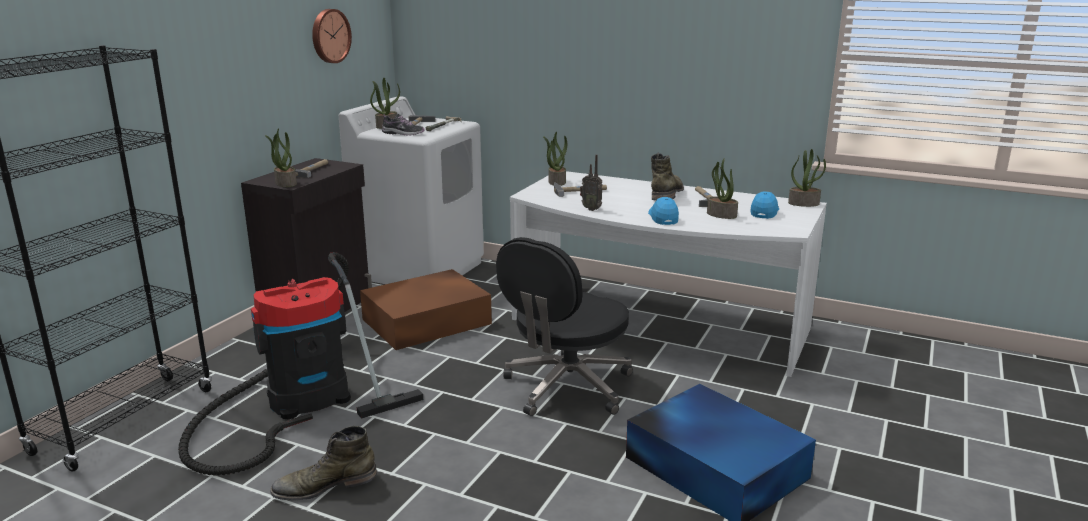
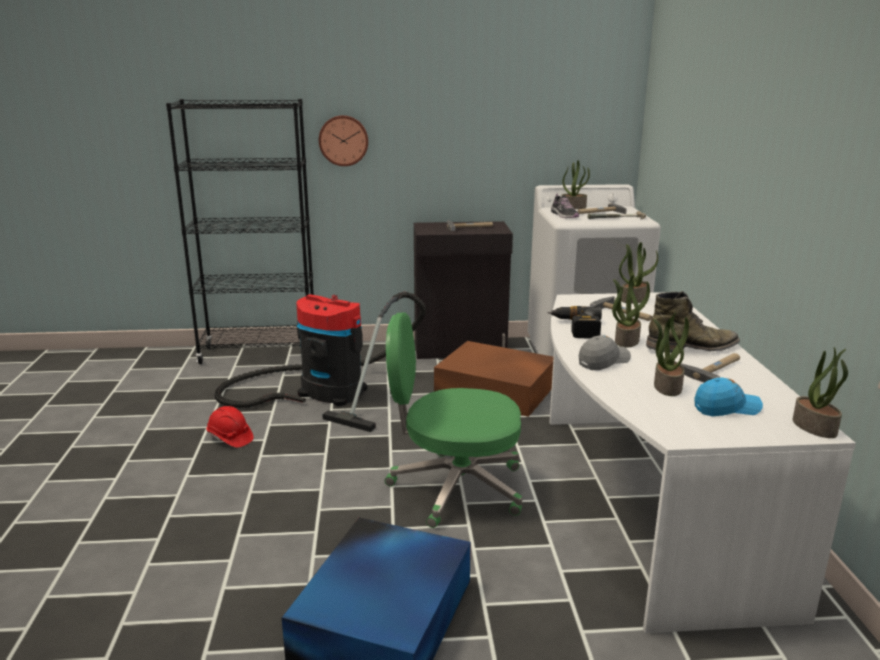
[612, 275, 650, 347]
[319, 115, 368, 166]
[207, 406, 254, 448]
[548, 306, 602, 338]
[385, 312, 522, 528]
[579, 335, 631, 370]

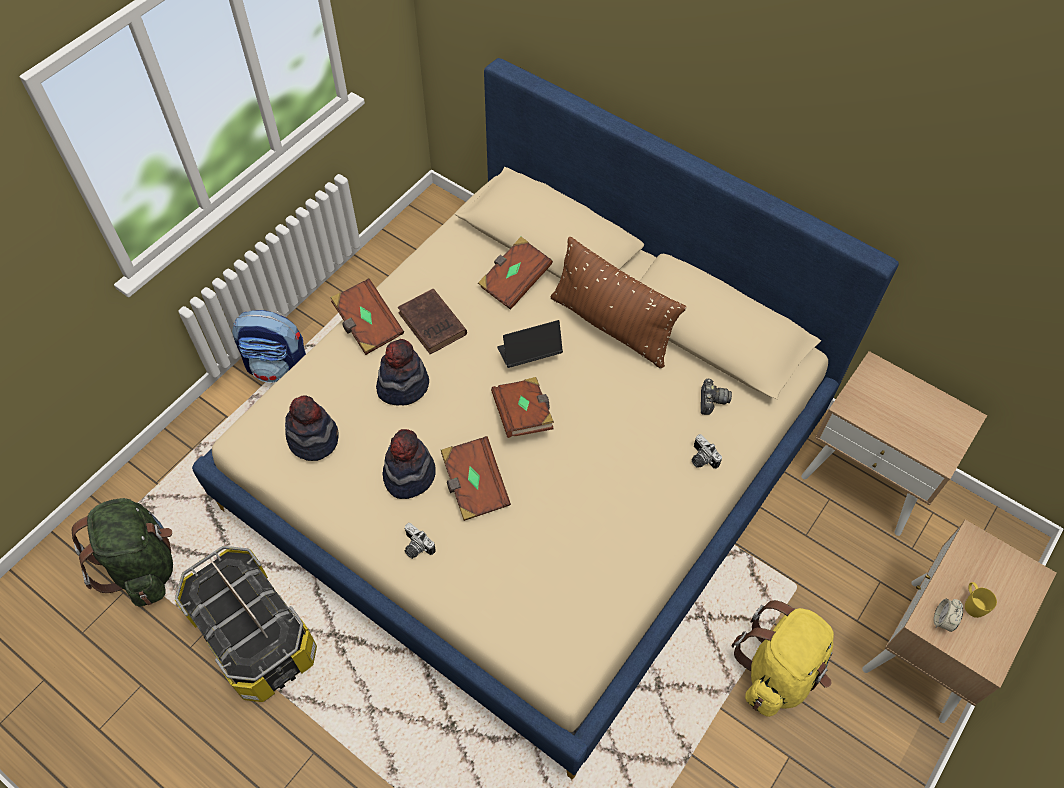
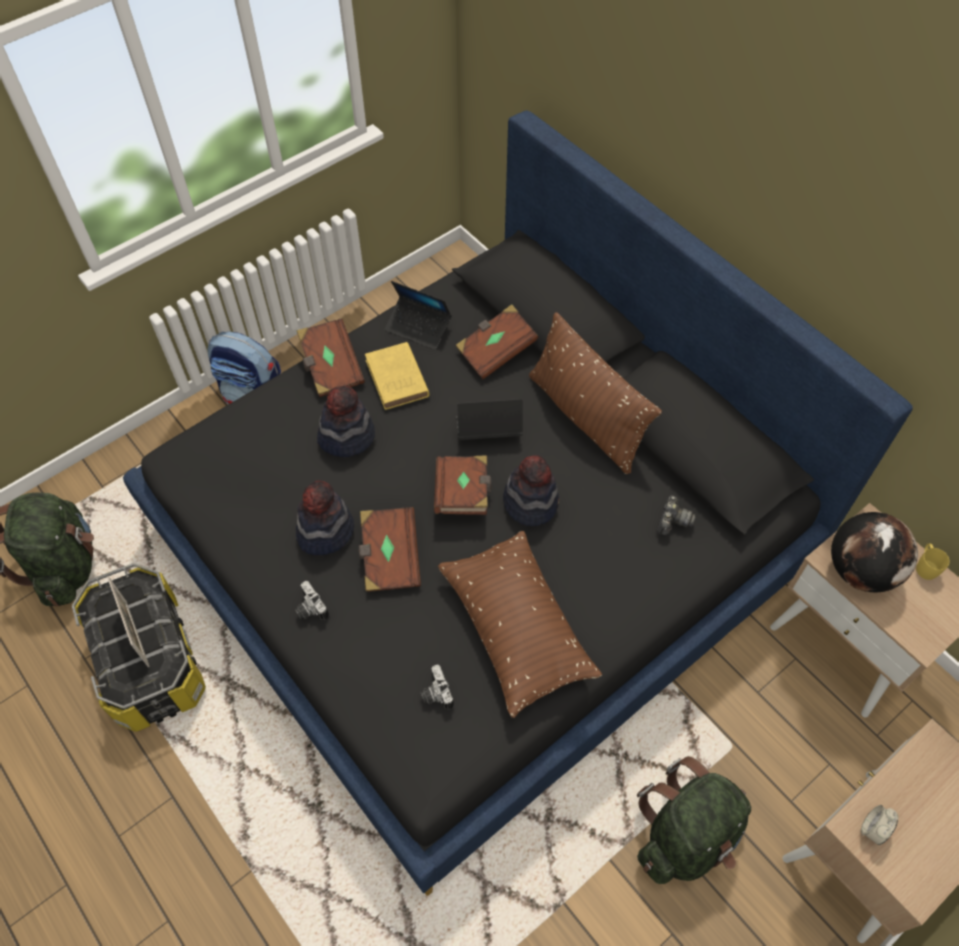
[384, 281, 452, 350]
[438, 531, 602, 718]
[831, 512, 918, 593]
[503, 455, 559, 527]
[420, 664, 454, 710]
[916, 544, 950, 580]
[123, 110, 913, 896]
[365, 342, 430, 410]
[637, 756, 751, 884]

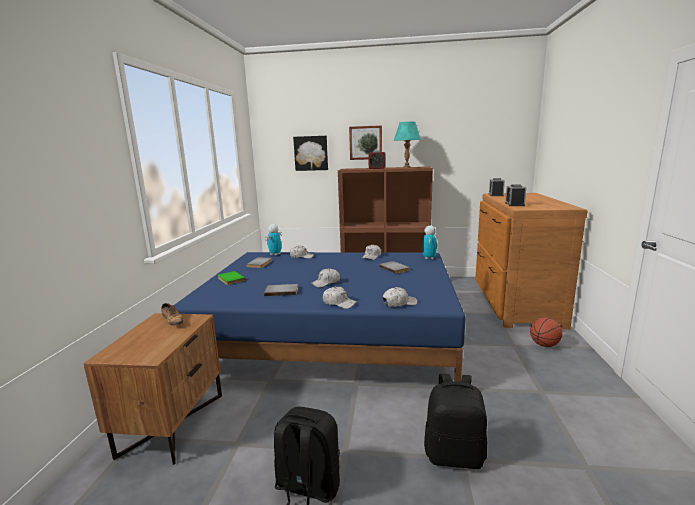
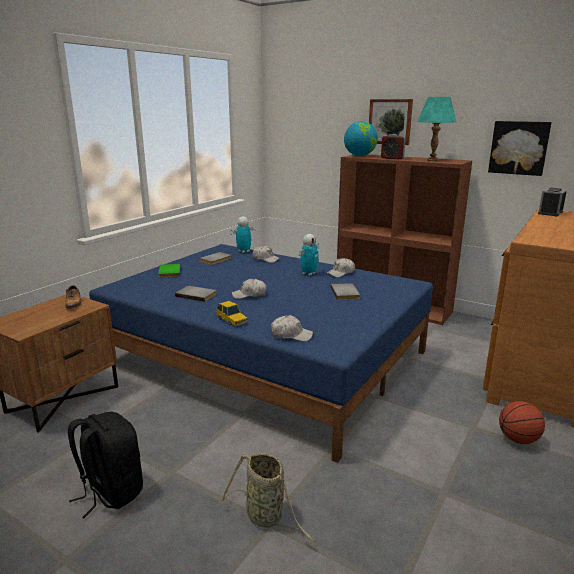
[505, 184, 526, 206] (first image)
[344, 121, 378, 156]
[488, 121, 552, 176]
[299, 234, 319, 276]
[216, 301, 248, 326]
[221, 453, 315, 541]

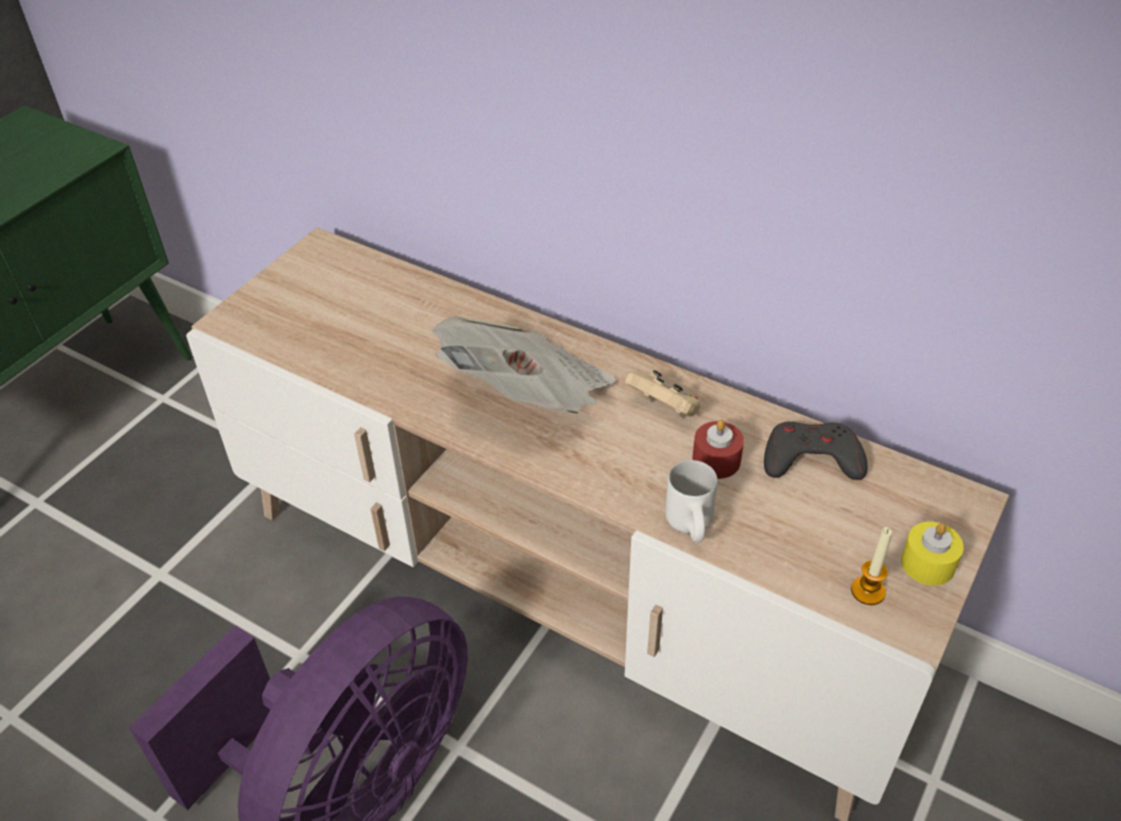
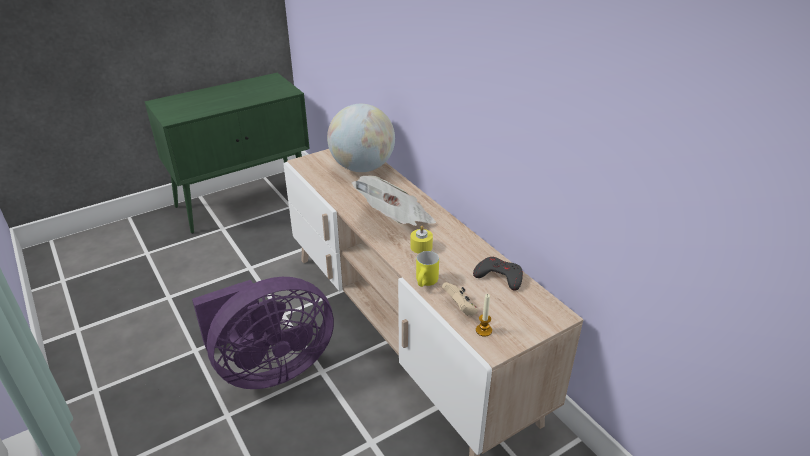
[692, 420, 744, 479] (first image)
[327, 104, 395, 172]
[442, 282, 478, 316]
[410, 225, 433, 254]
[416, 251, 439, 287]

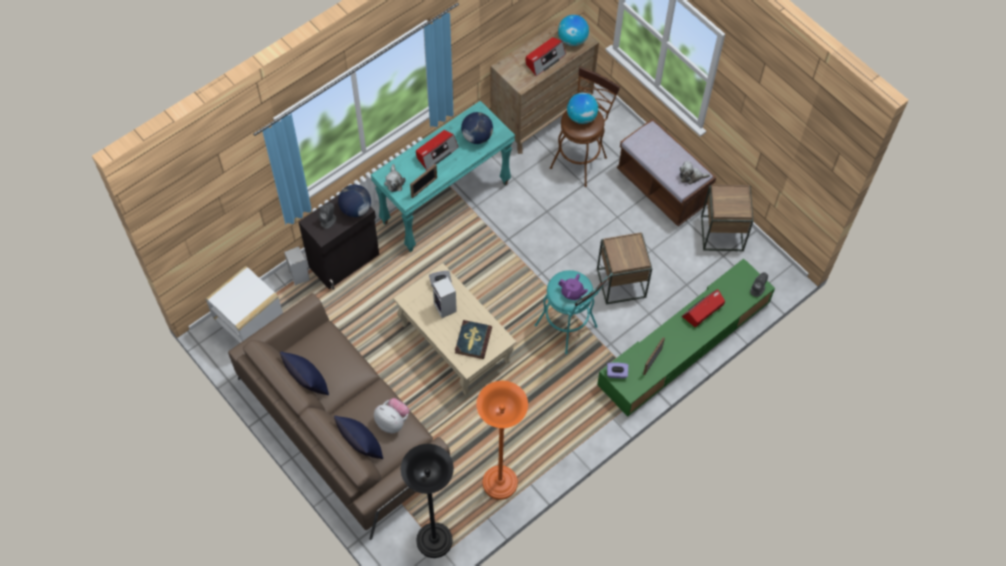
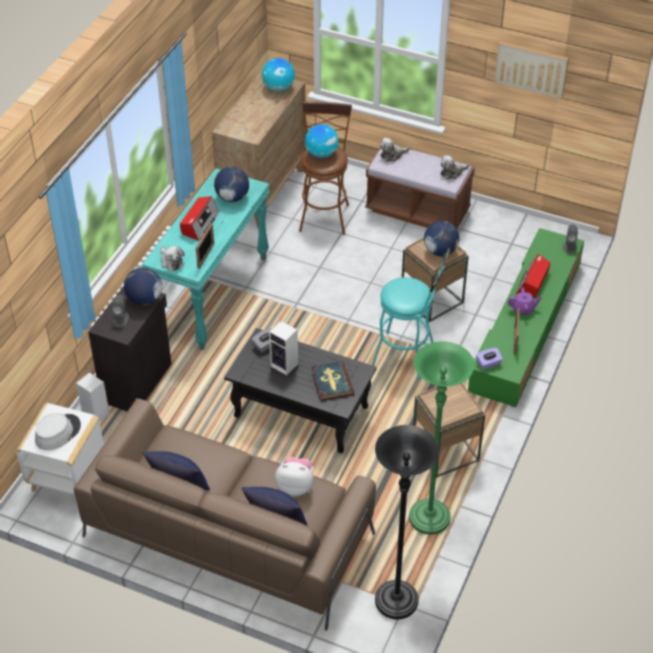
[526, 37, 566, 76] (first image)
[35, 413, 81, 450]
[380, 138, 410, 162]
[424, 221, 460, 256]
[494, 41, 569, 99]
[507, 287, 541, 315]
[413, 383, 485, 478]
[224, 328, 377, 454]
[409, 341, 474, 535]

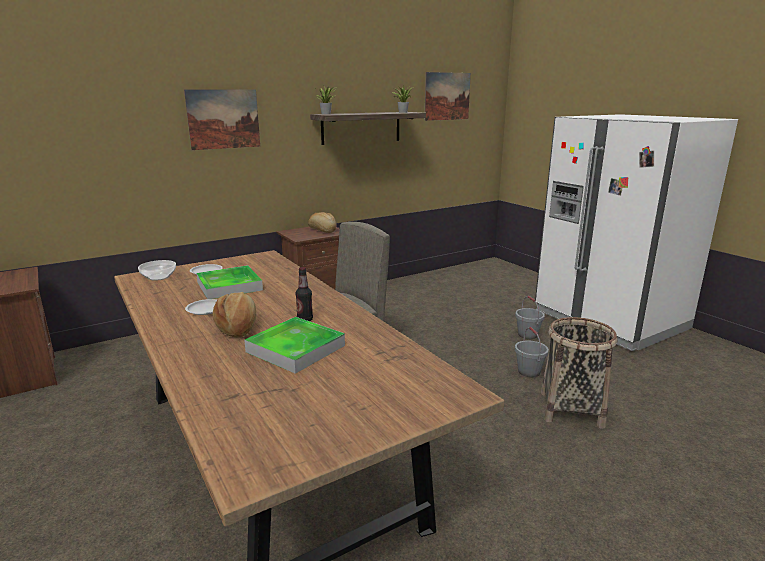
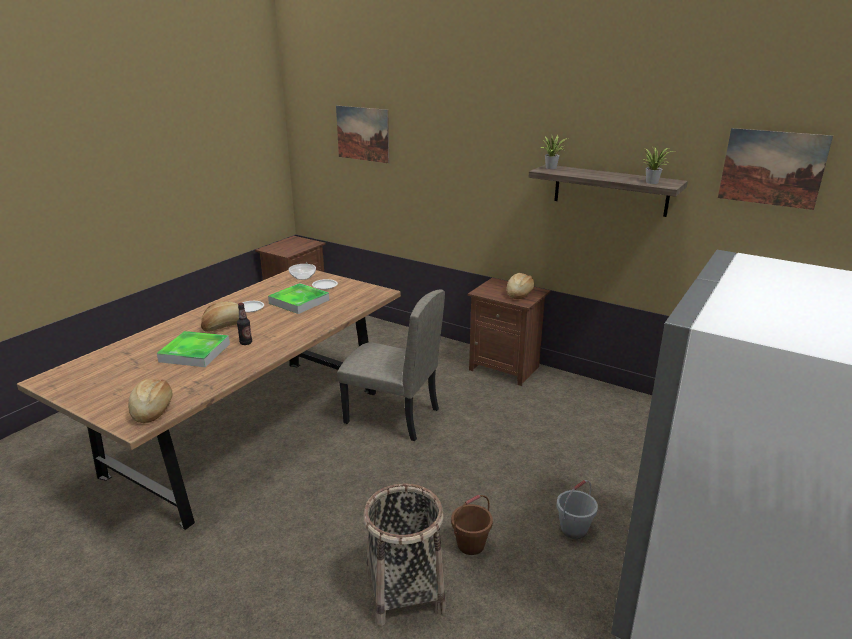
[128, 379, 172, 423]
[336, 105, 389, 163]
[451, 495, 493, 555]

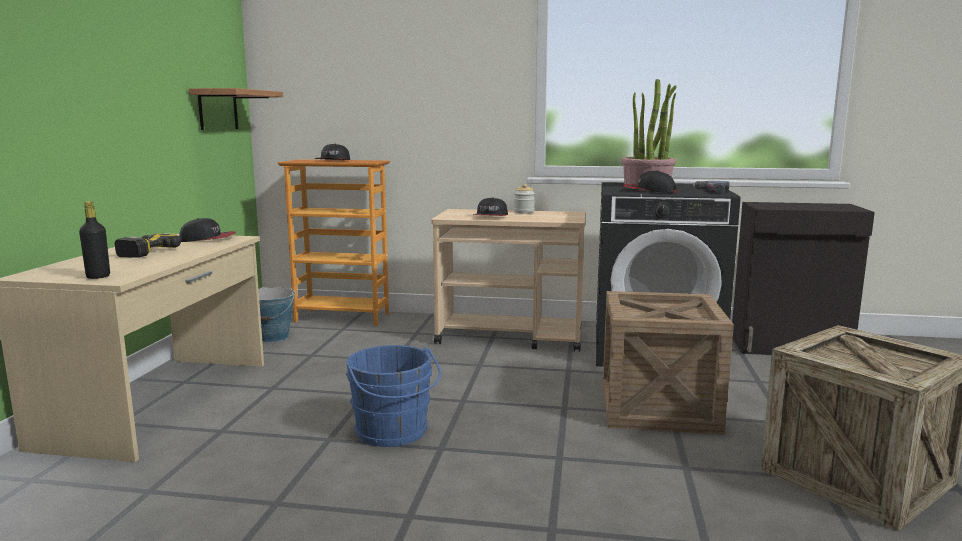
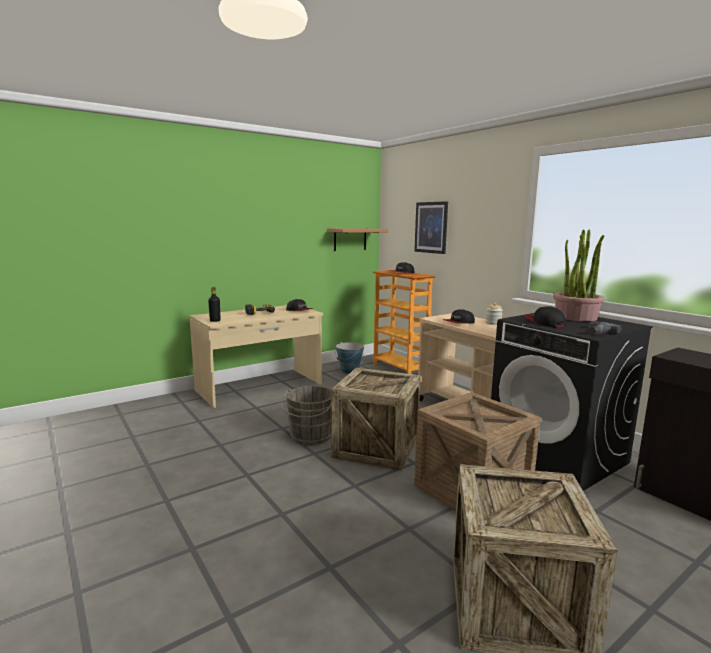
[331, 368, 421, 471]
[414, 201, 448, 254]
[281, 386, 331, 445]

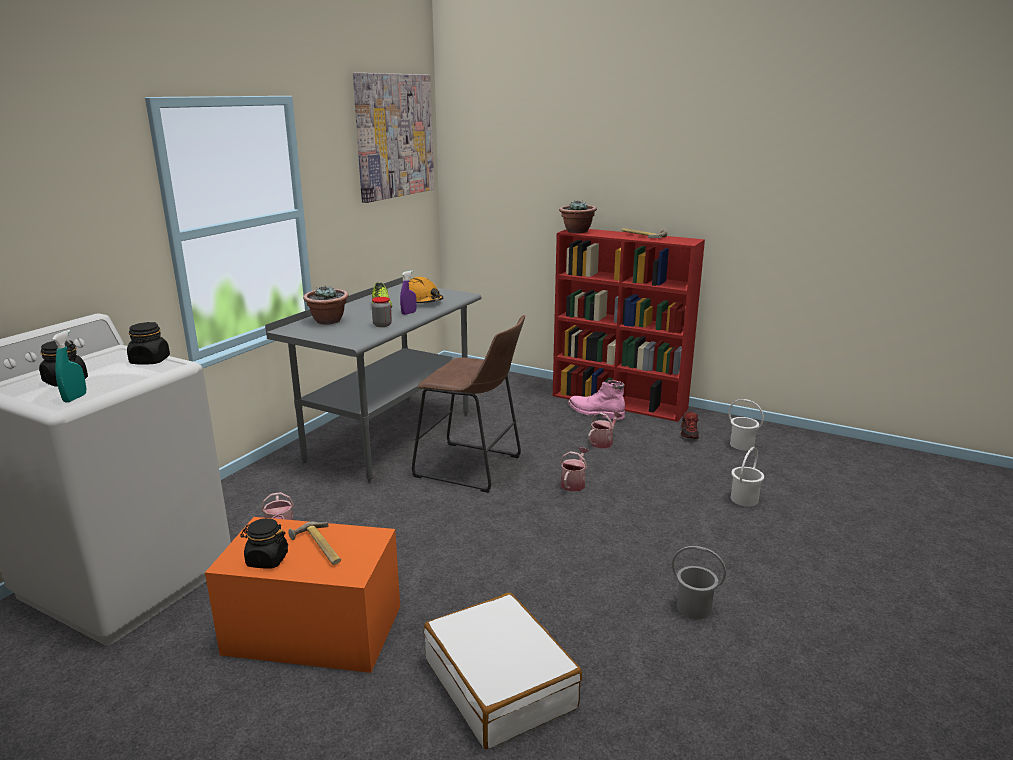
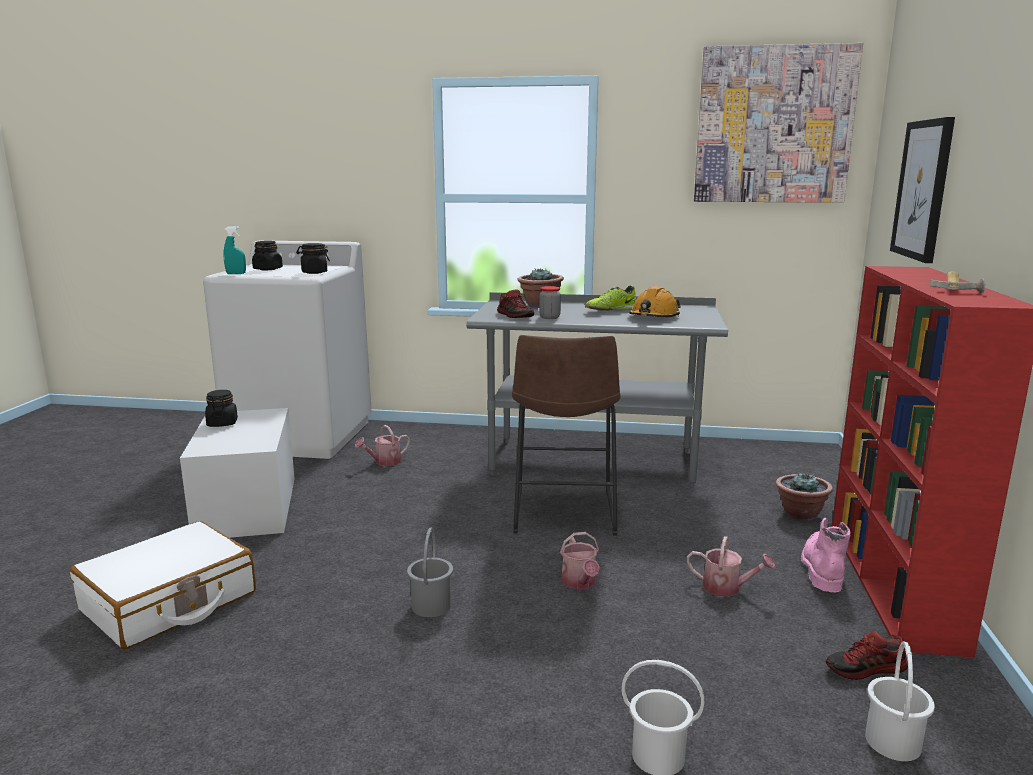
[288, 522, 341, 565] (first image)
[400, 270, 416, 315] (first image)
[497, 289, 534, 318]
[890, 117, 955, 263]
[776, 472, 833, 521]
[407, 528, 453, 617]
[180, 408, 295, 538]
[560, 532, 600, 589]

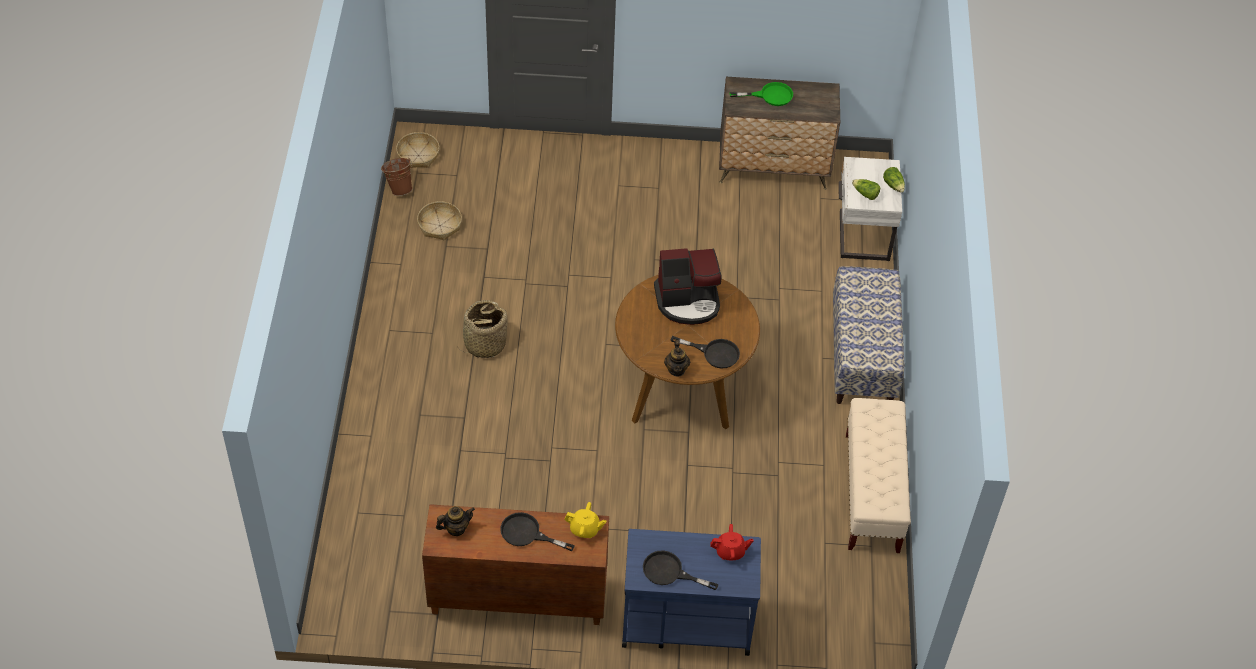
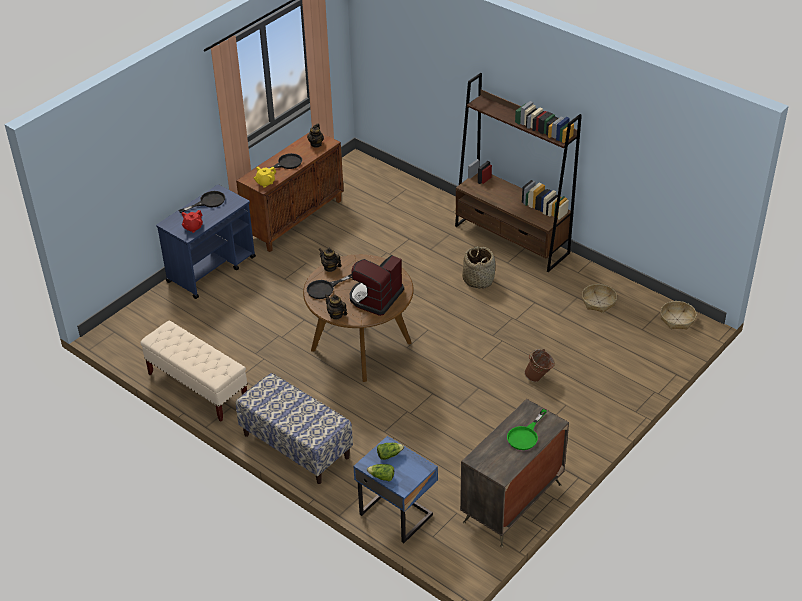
[325, 295, 347, 320]
[455, 73, 582, 272]
[524, 349, 555, 382]
[353, 436, 438, 543]

